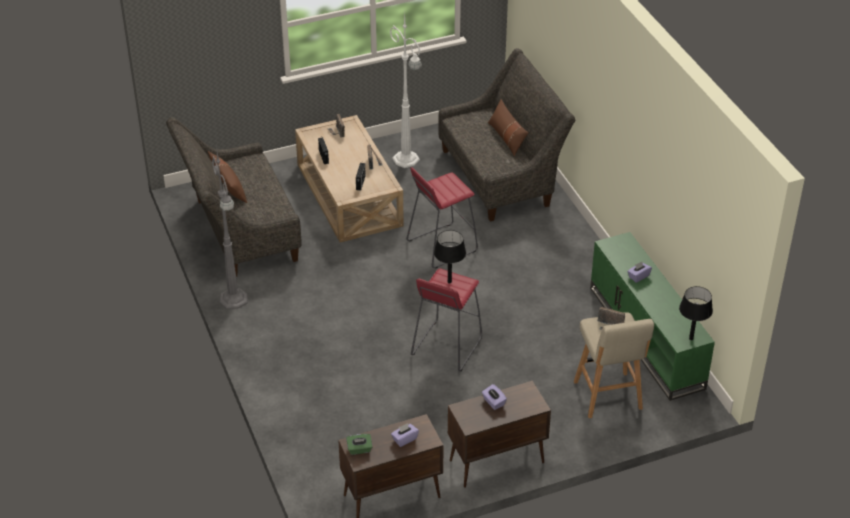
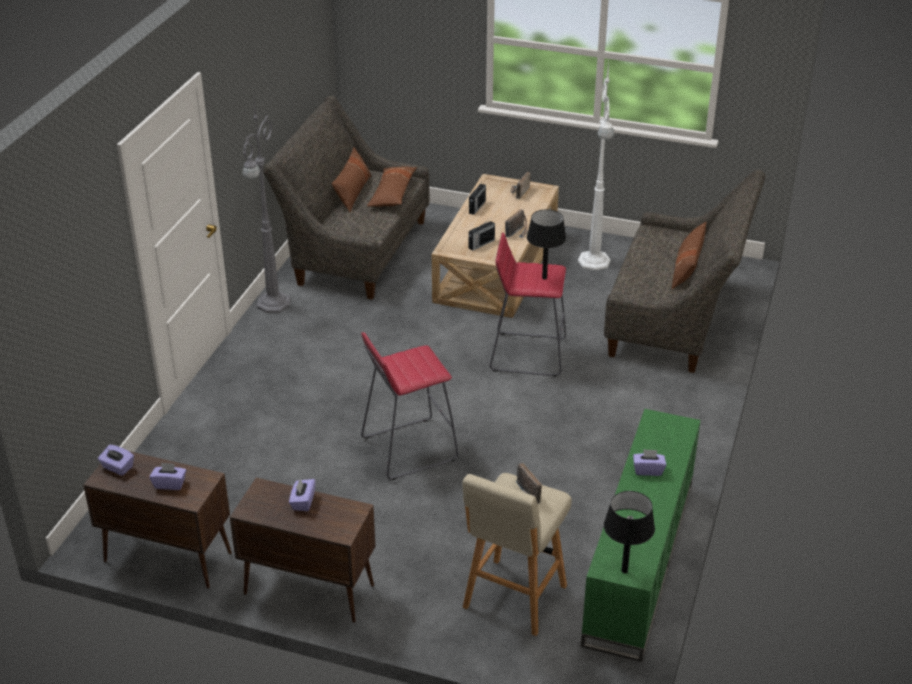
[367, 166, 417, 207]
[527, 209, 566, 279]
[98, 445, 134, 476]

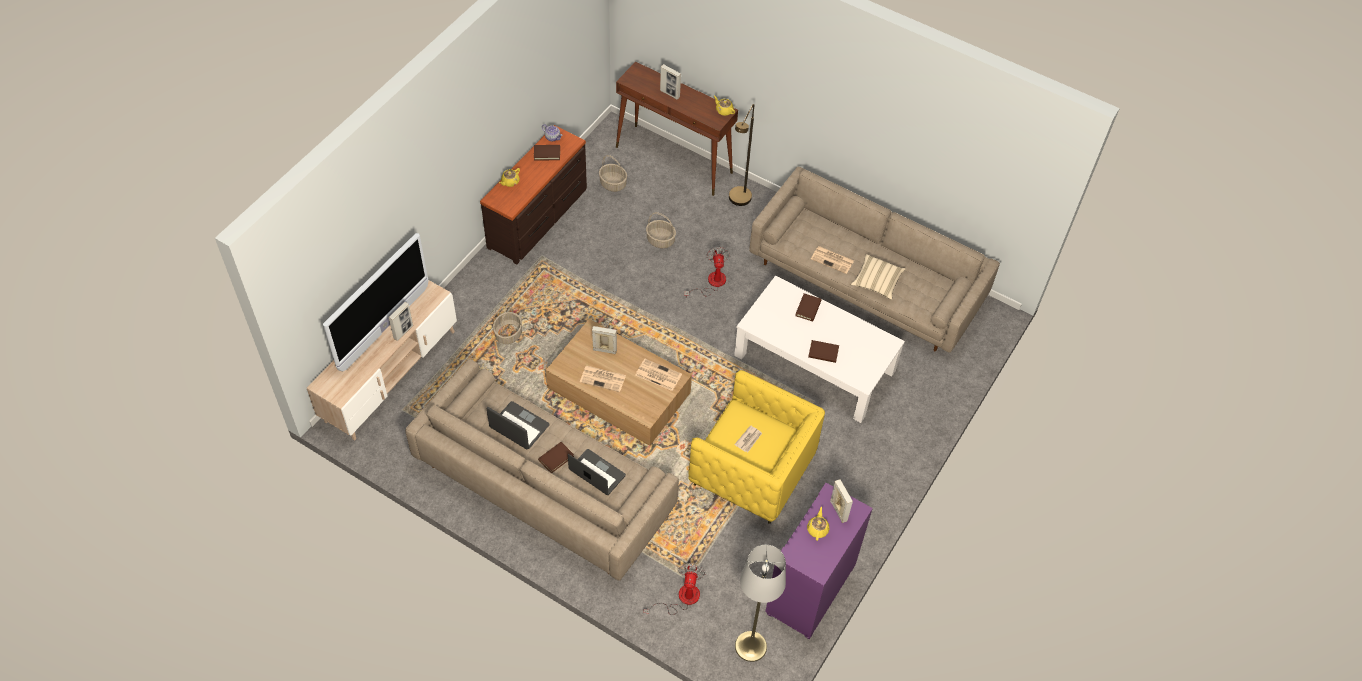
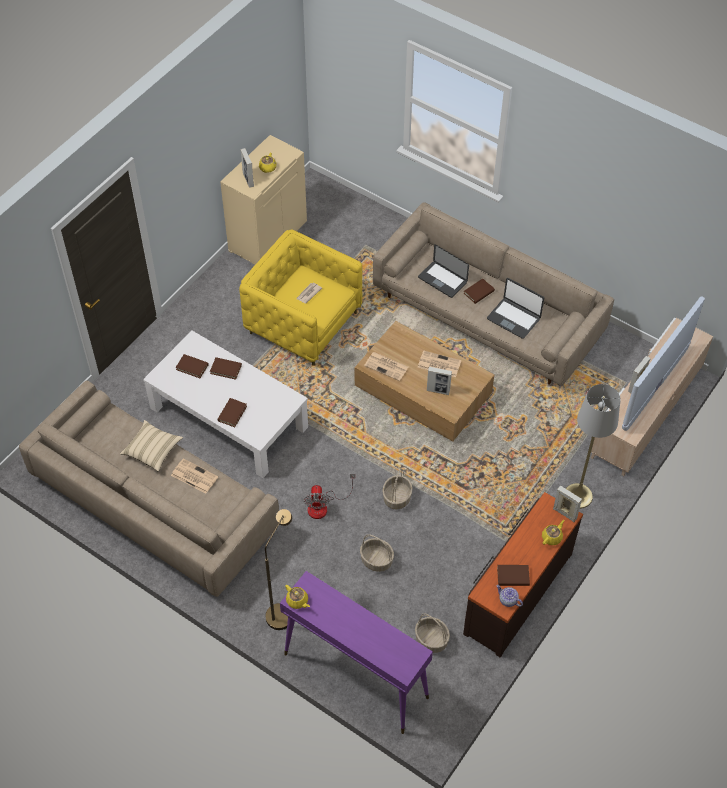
[643, 563, 705, 615] (first image)
[175, 354, 209, 378]
[382, 468, 413, 509]
[553, 486, 582, 522]
[566, 384, 621, 509]
[280, 571, 433, 734]
[220, 135, 307, 265]

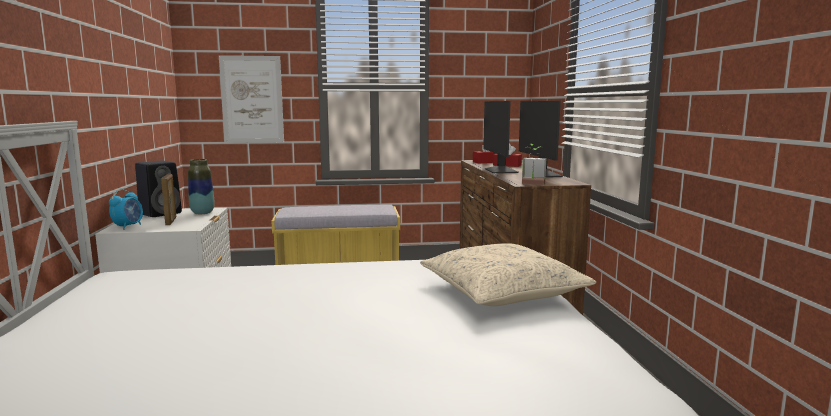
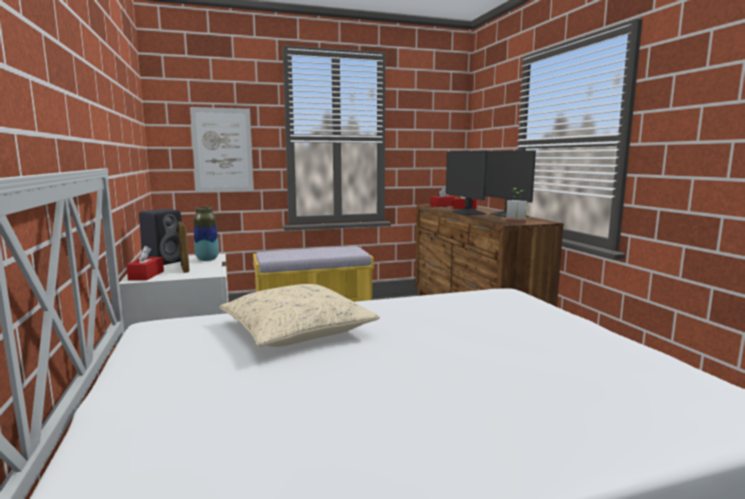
[220, 284, 380, 347]
[126, 246, 164, 280]

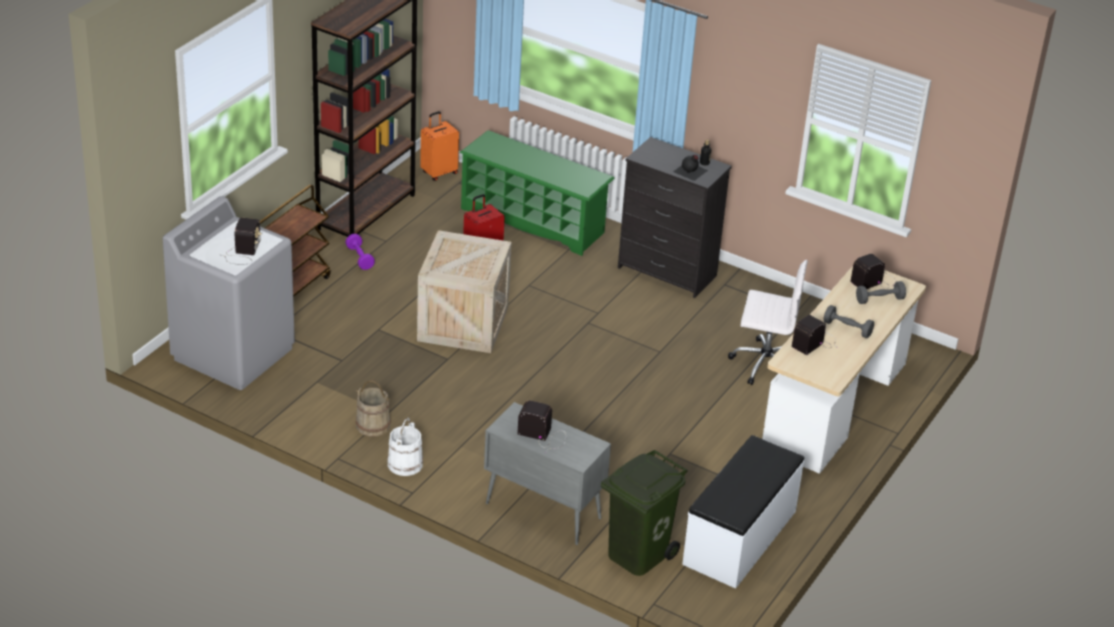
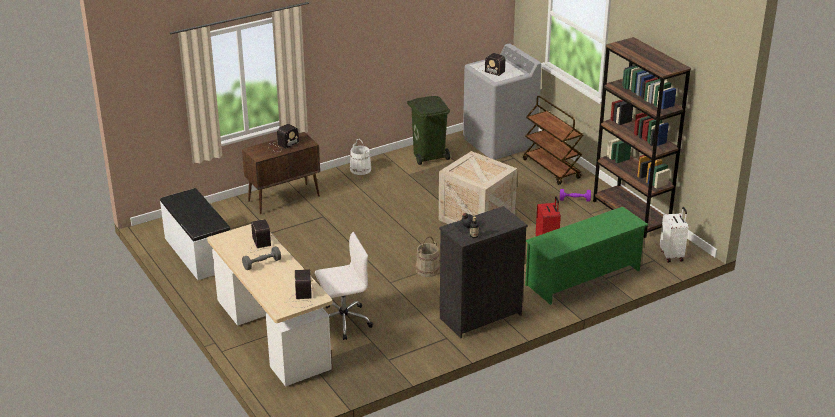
[856, 281, 906, 304] (first image)
[416, 236, 440, 277]
[407, 96, 450, 165]
[660, 207, 689, 263]
[242, 132, 320, 214]
[315, 232, 373, 340]

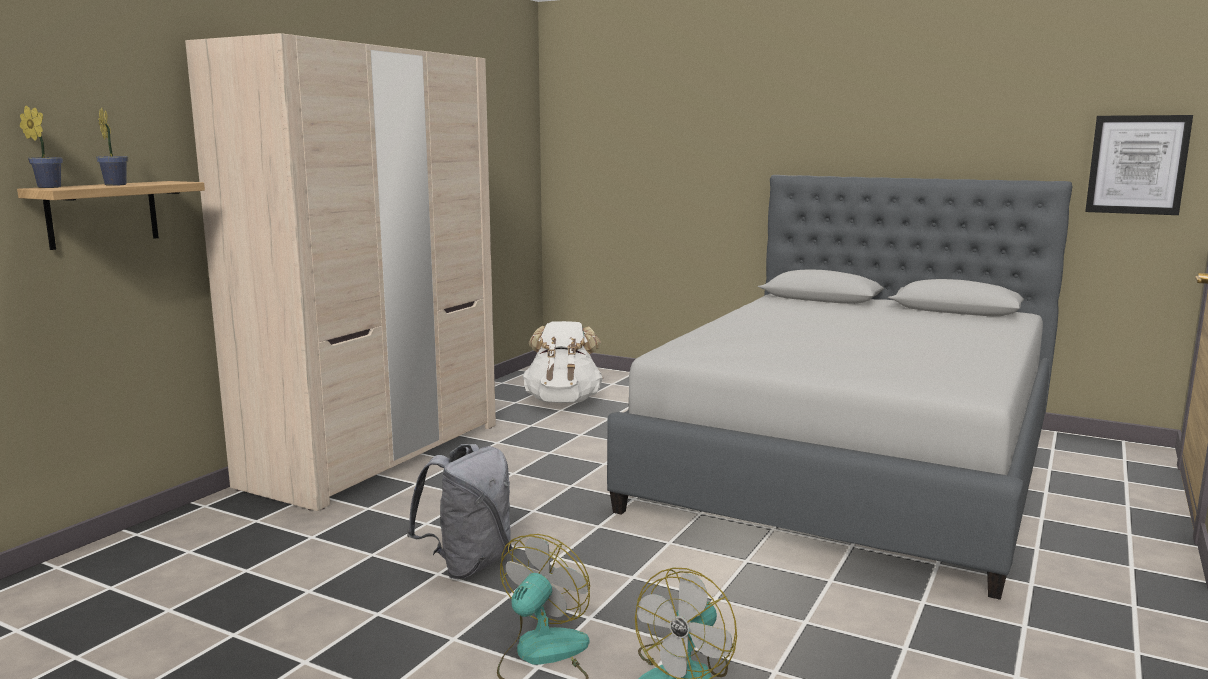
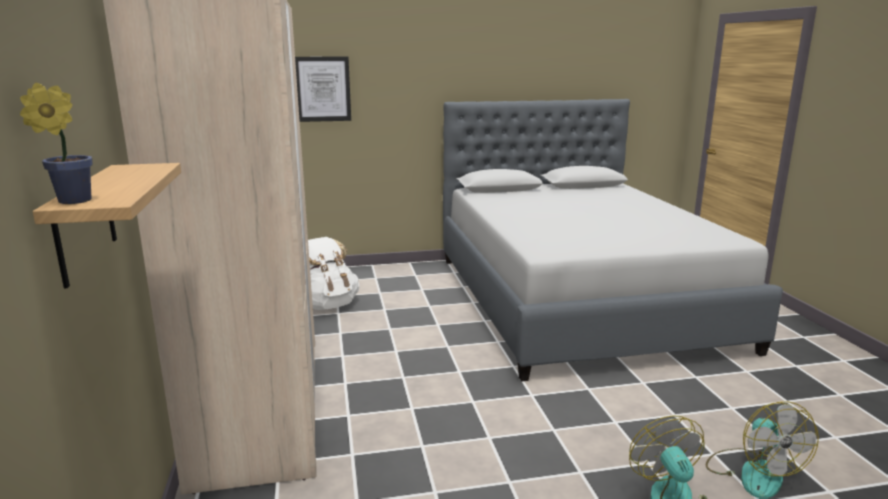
[96, 108, 128, 186] (first image)
[407, 444, 512, 579] (first image)
[295, 57, 351, 122]

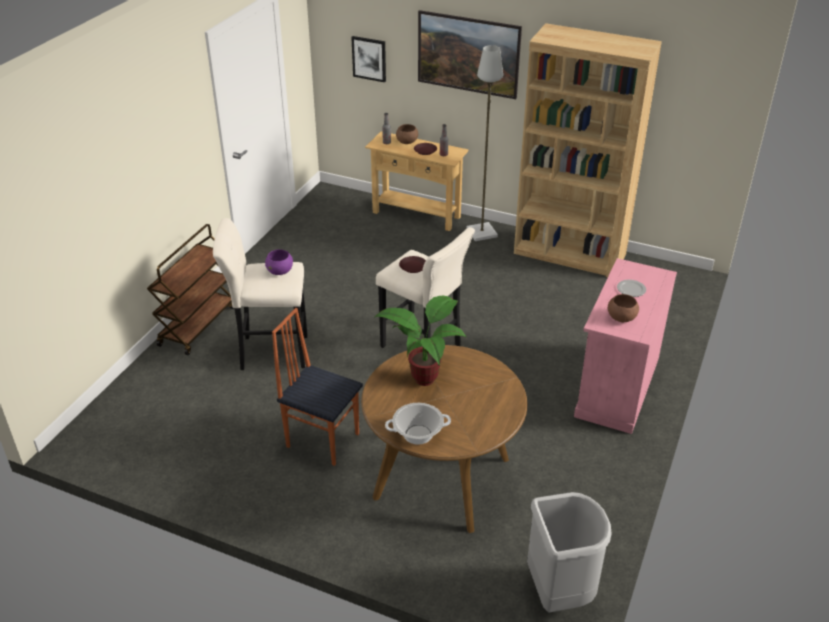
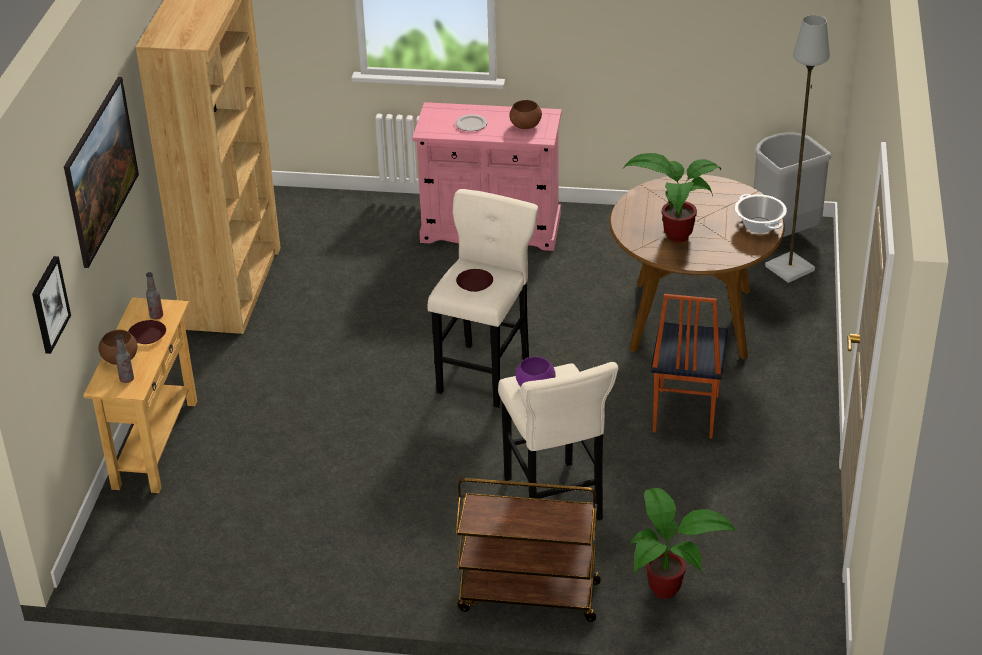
[629, 488, 736, 599]
[765, 15, 830, 283]

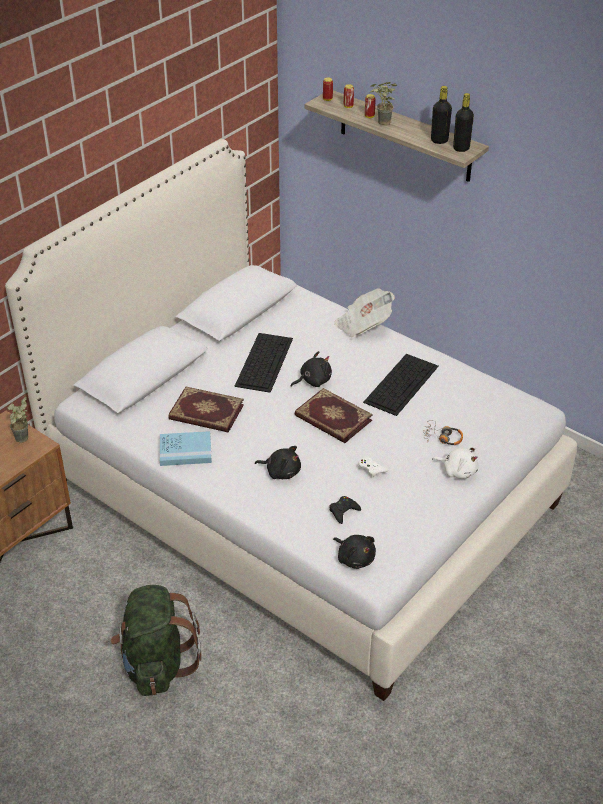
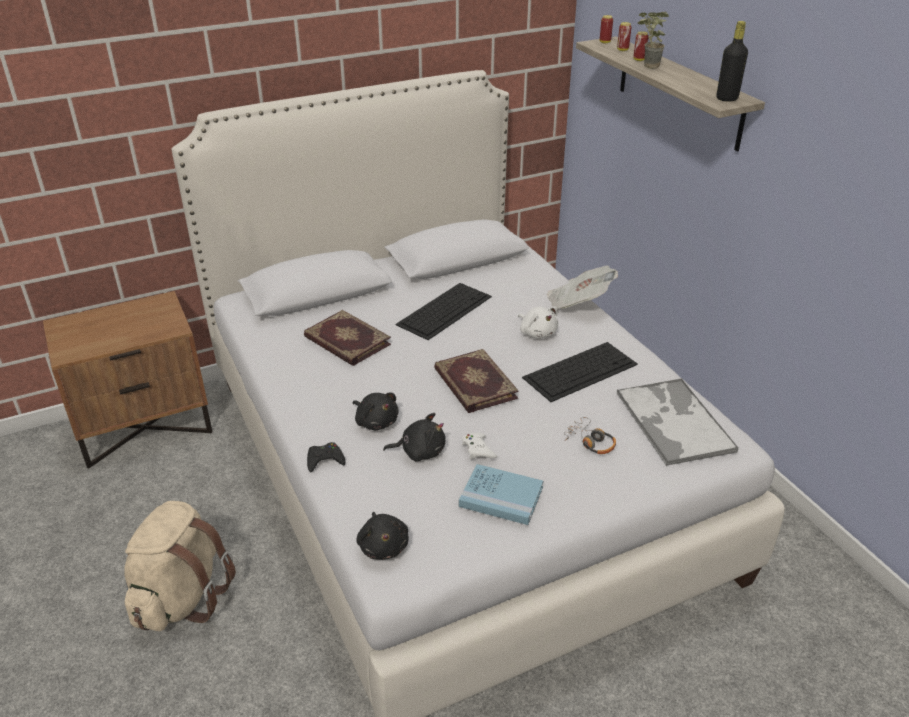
[7, 397, 28, 443] (first image)
[431, 86, 452, 144] (first image)
[617, 378, 738, 466]
[459, 464, 543, 525]
[383, 413, 446, 462]
[307, 442, 346, 472]
[518, 306, 558, 338]
[124, 501, 236, 631]

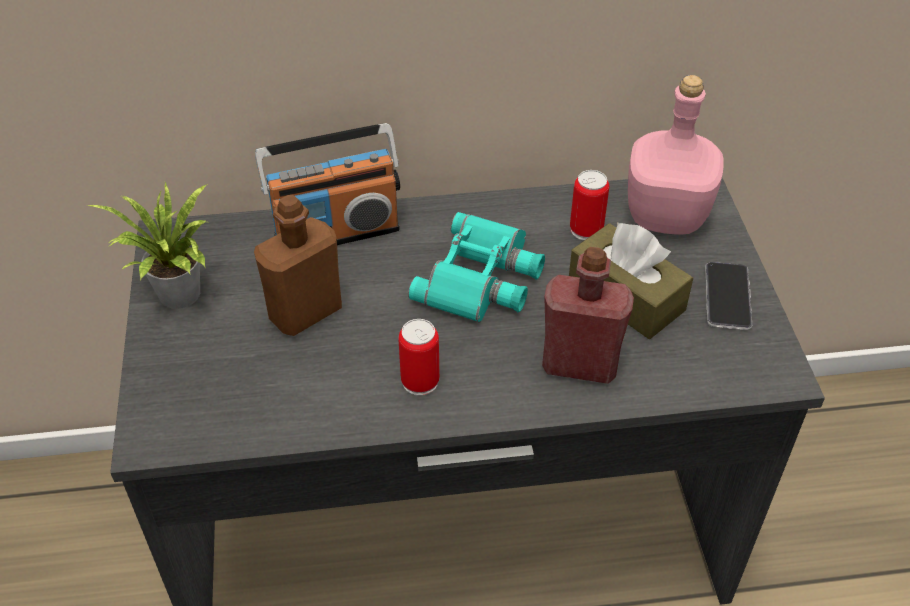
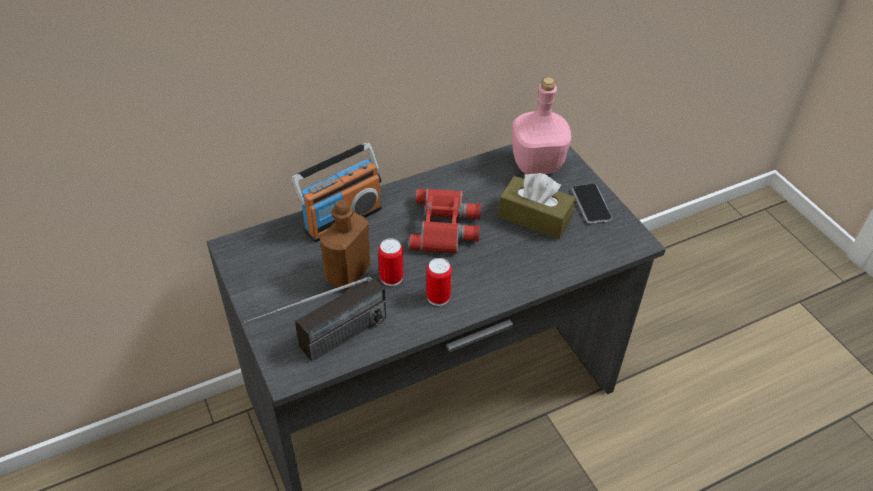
[87, 182, 209, 309] (first image)
[542, 247, 634, 384] (first image)
[244, 276, 386, 362]
[378, 238, 403, 286]
[409, 189, 481, 254]

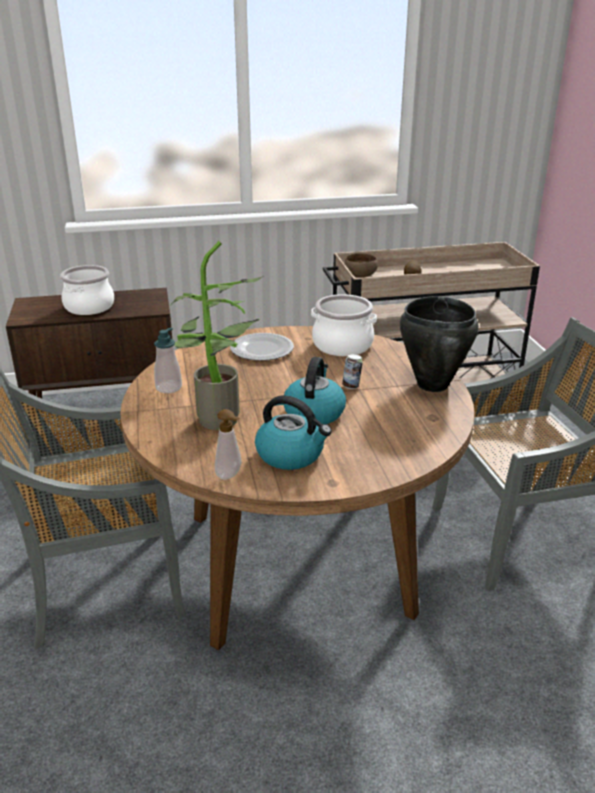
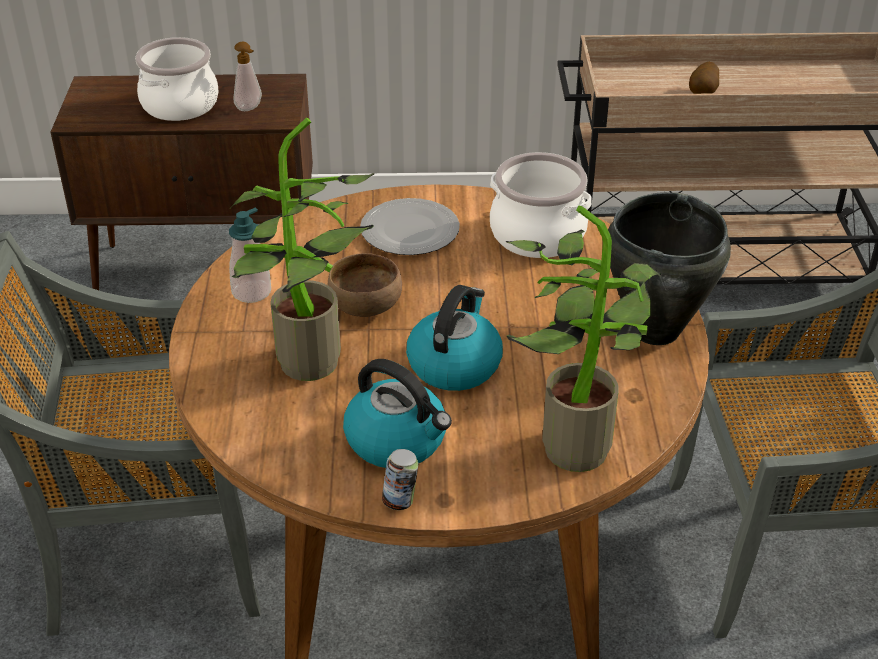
[506, 206, 661, 472]
[233, 42, 262, 111]
[382, 449, 418, 510]
[328, 253, 402, 317]

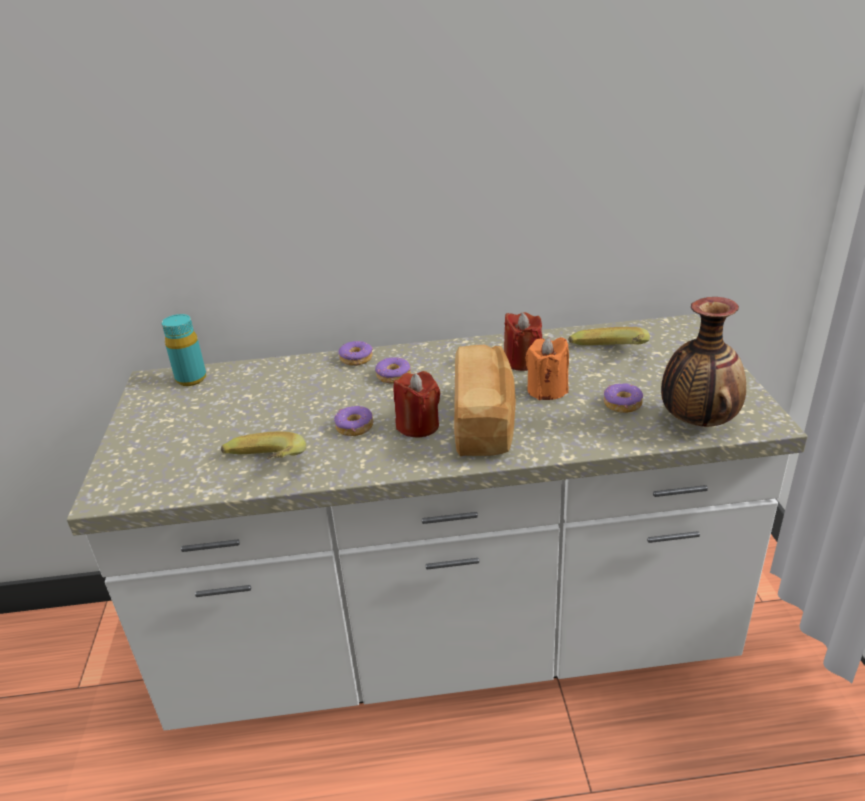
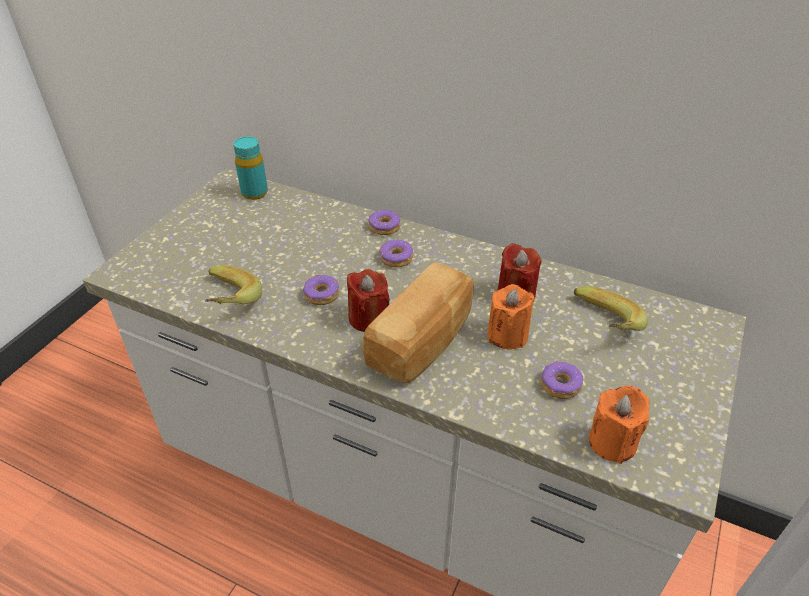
[589, 386, 649, 464]

